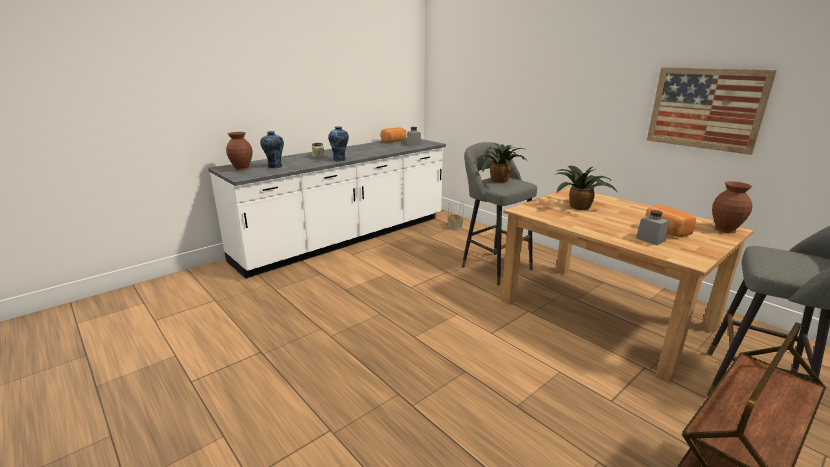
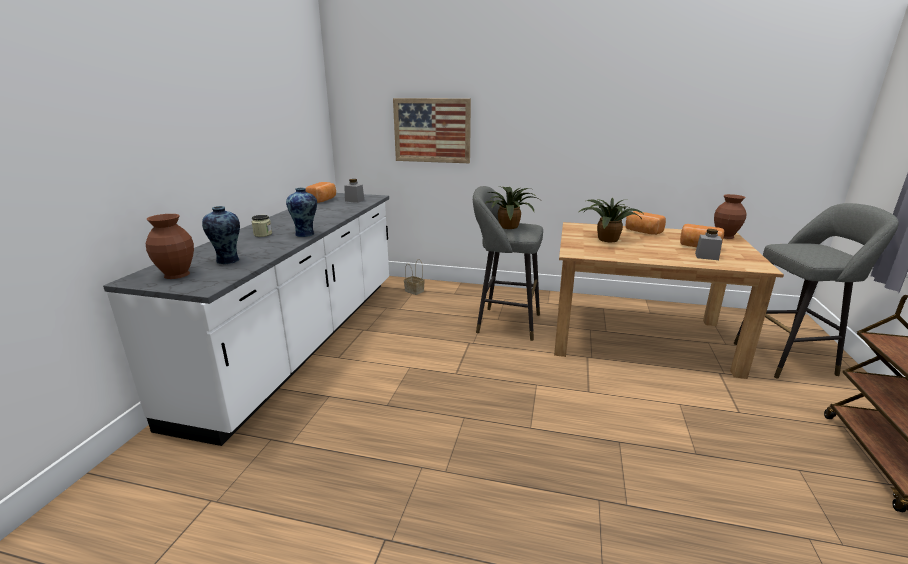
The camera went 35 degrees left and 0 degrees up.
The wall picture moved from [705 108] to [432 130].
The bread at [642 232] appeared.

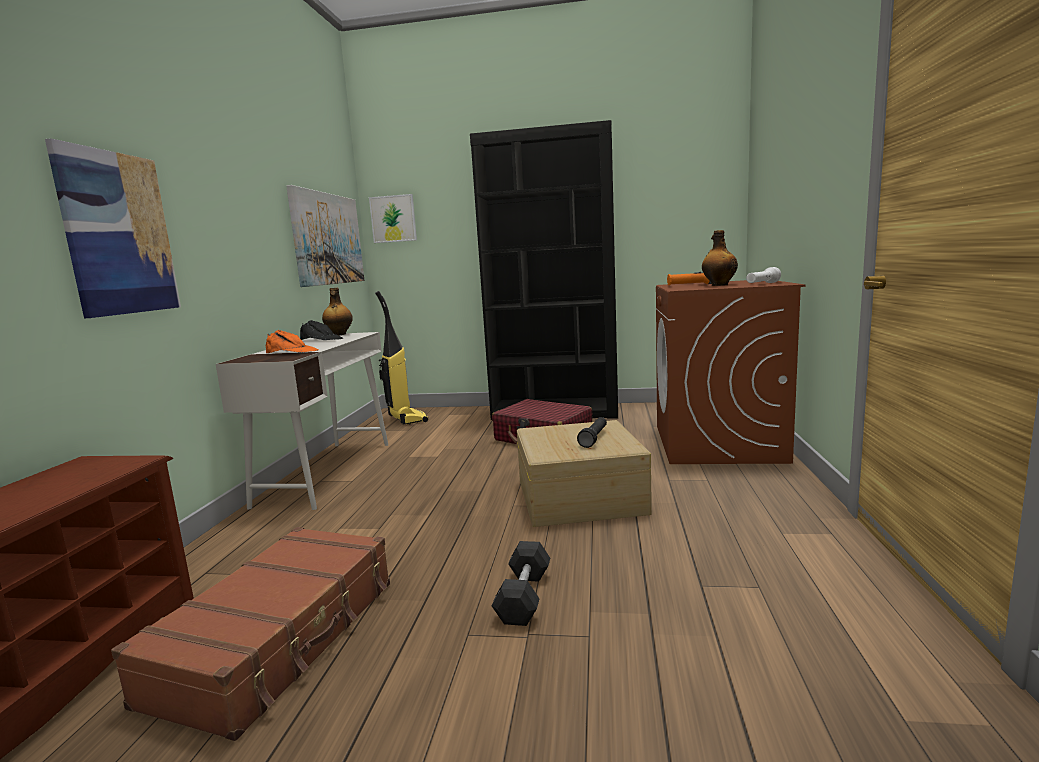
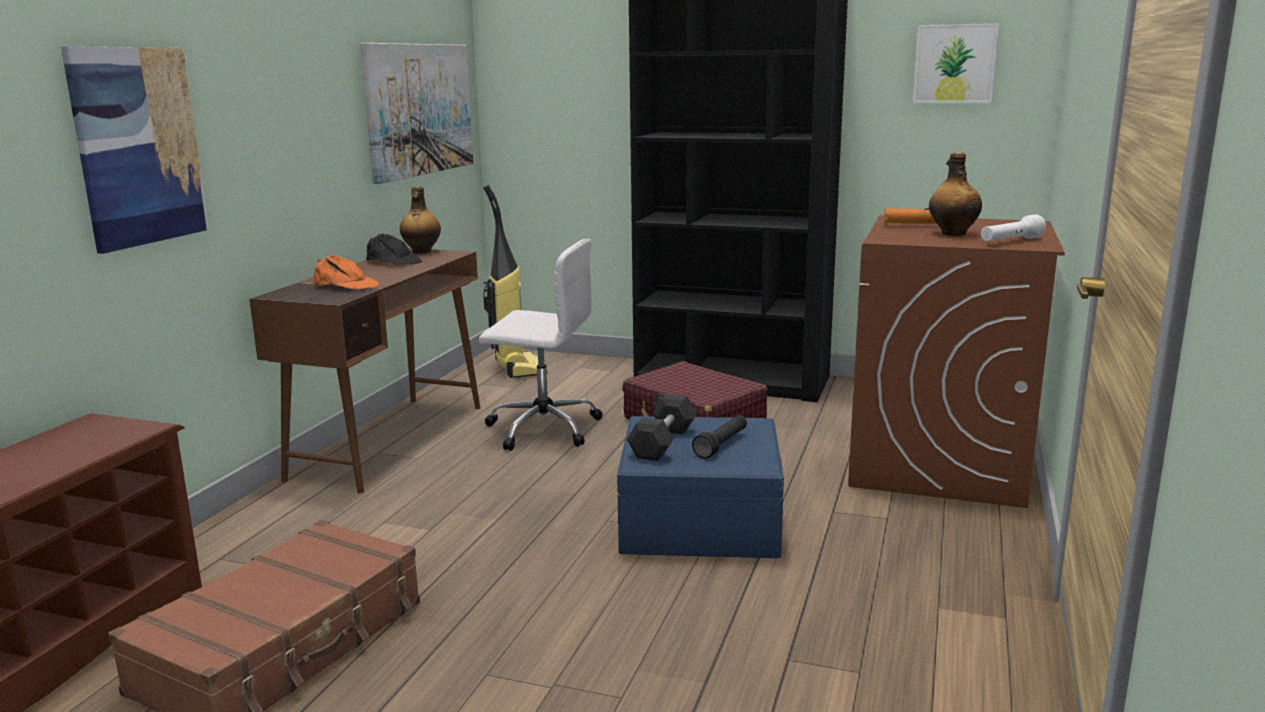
The camera went 10 degrees right and 5 degrees up.
The wall picture moved from [393 219] to [954 64].
The white desk unit at [327 472] became the brown-coloured desk unit at [390 440].
The beige storage box at [580 496] became the blue storage box at [700 518].
The blackish dumbbell moved from [524 597] to [663 443].
The white computer chair at [542 428] appeared.

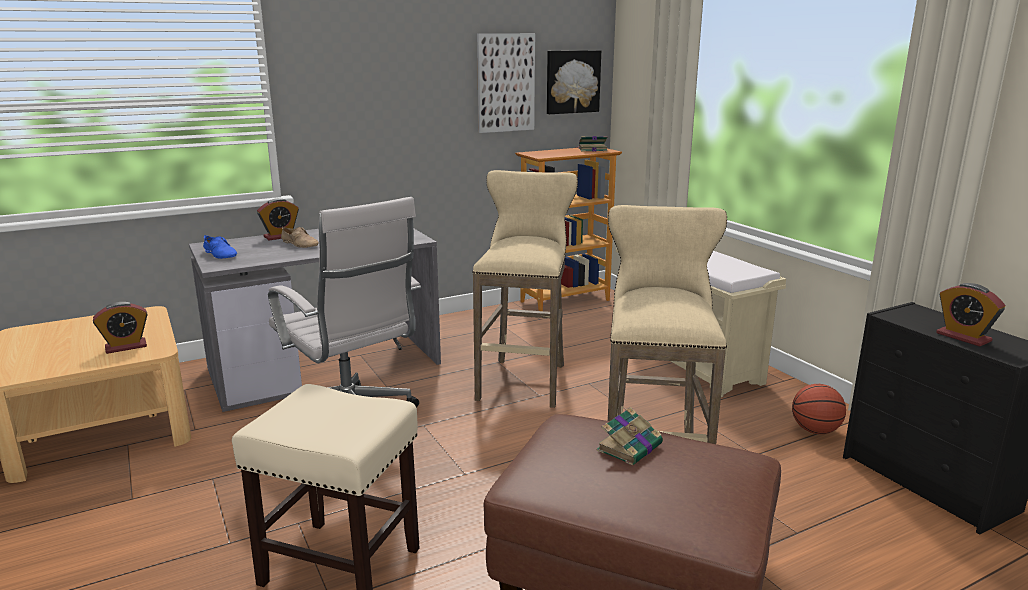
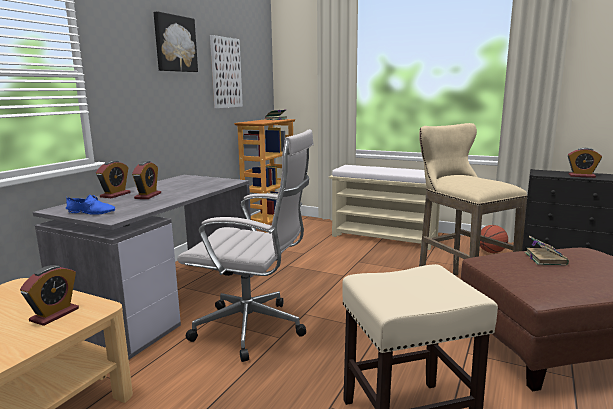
The camera went 35 degrees left and 5 degrees down.
The wall picture moved from [572 81] to [174 44].
The beige sitting stool at [524 379] disappeared.
The beige shoe at [300 244] was replaced by the bedside clock at [148 196].

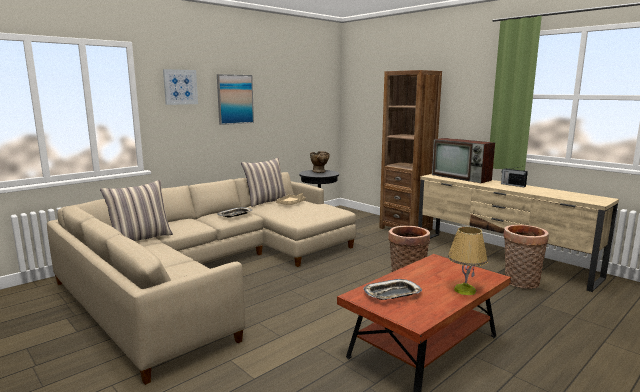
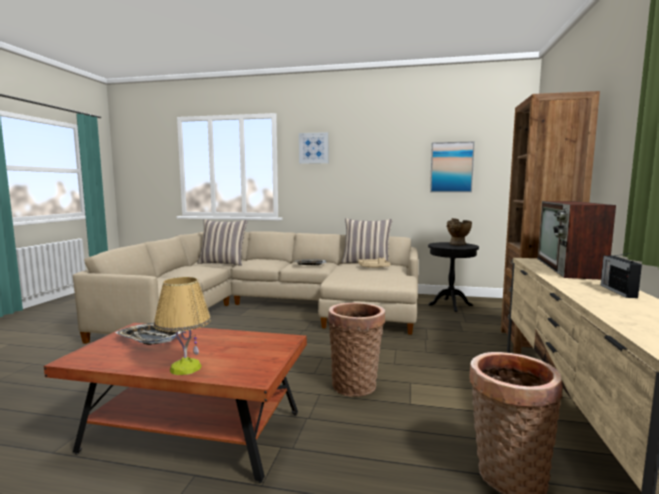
The camera went 55 degrees right and 5 degrees down.
The wall picture moved from [235 99] to [451 167].

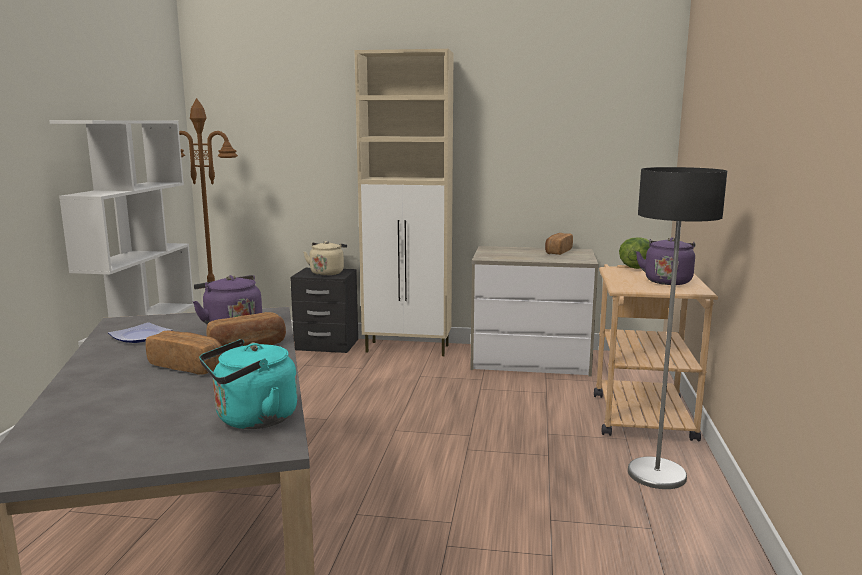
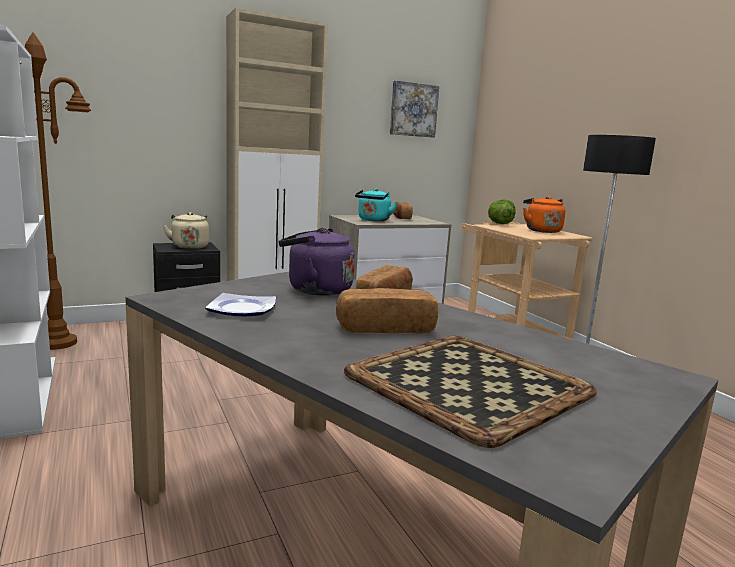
The camera went 35 degrees left and 0 degrees up.
The purple-coloured water kettle at [667 281] became the orange water kettle at [541 230].
The turquoise-coloured water kettle moved from [252 419] to [373 220].
The wall picture at [413 110] appeared.
The serving tray at [470 384] appeared.

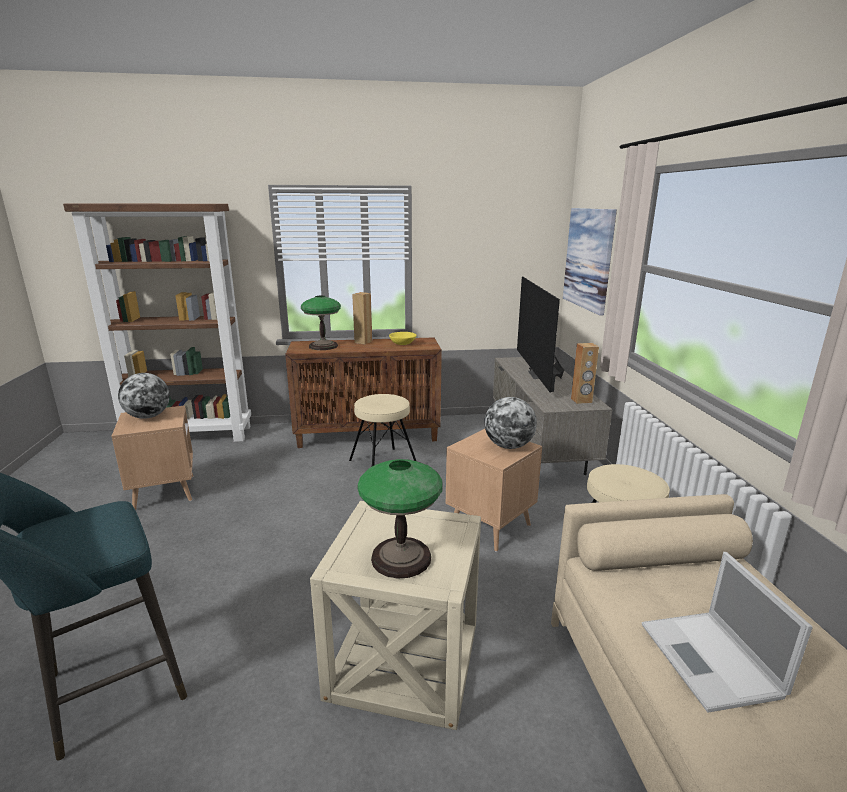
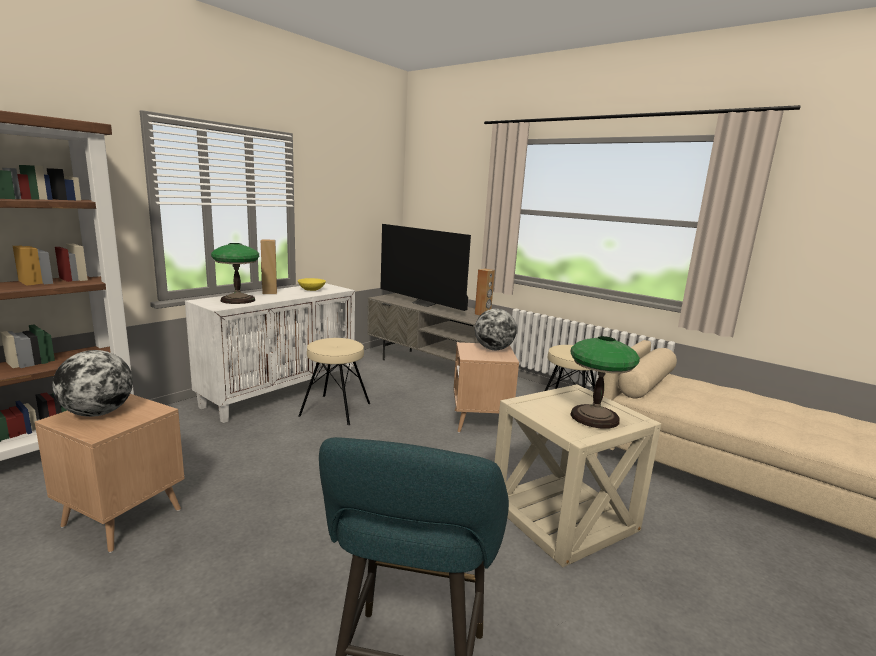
The camera went 45 degrees left and 5 degrees down.
The wall picture at [588 259] disappeared.
The brown-coloured storage cabinet at [368 435] became the white storage cabinet at [281 392].
The notebook computer at [711 661] disappeared.

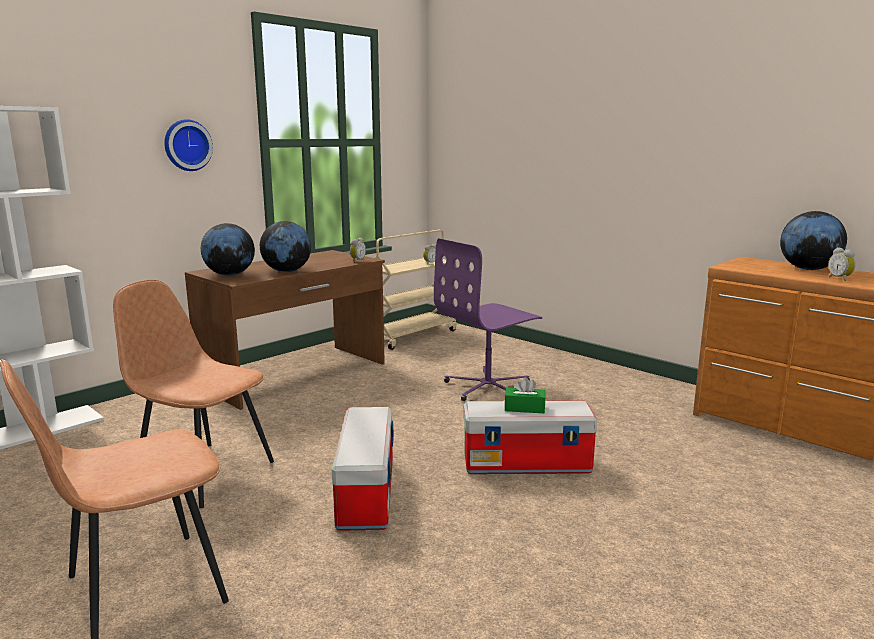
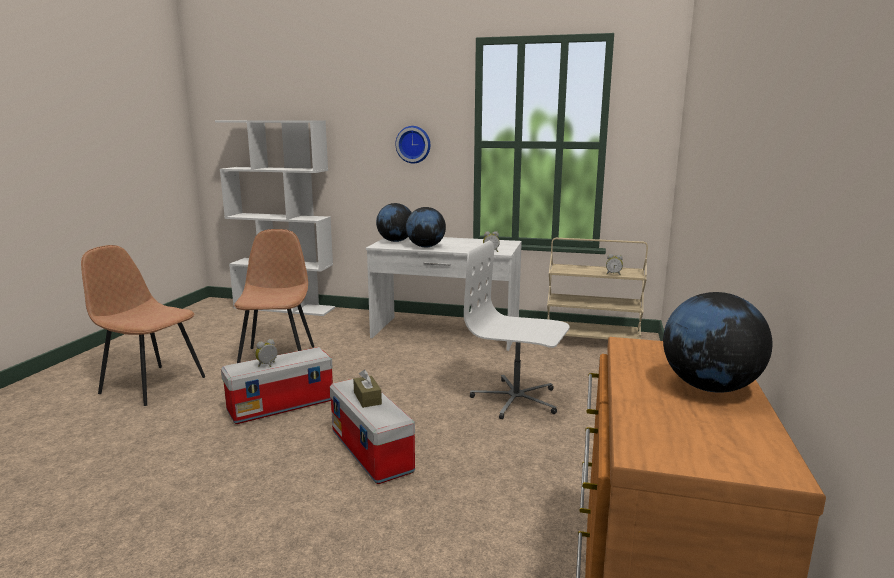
The camera went 60 degrees right and 0 degrees up.
The purple-coloured computer chair at [488 387] became the white computer chair at [516 400].
The bedside clock moved from [840 279] to [268 365].
The brown-coloured desk unit at [295 375] became the white desk unit at [445 333].
The greenish box of tissues at [524 408] became the brown-coloured box of tissues at [367 398].

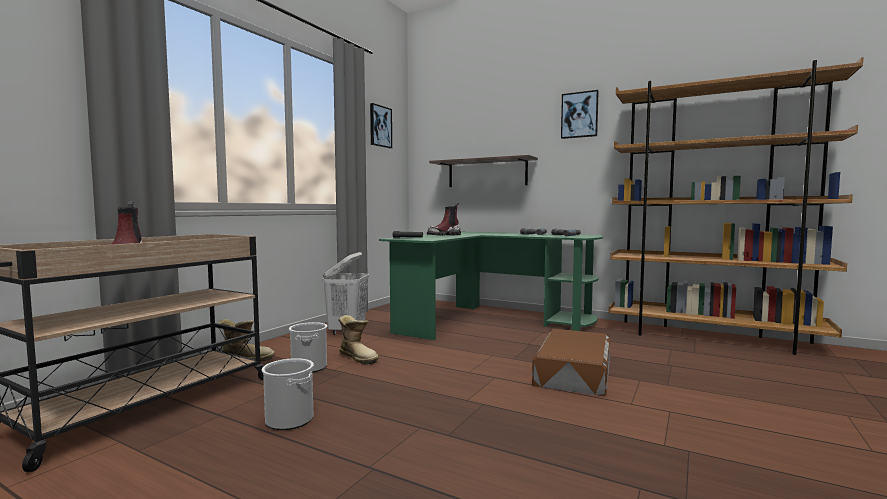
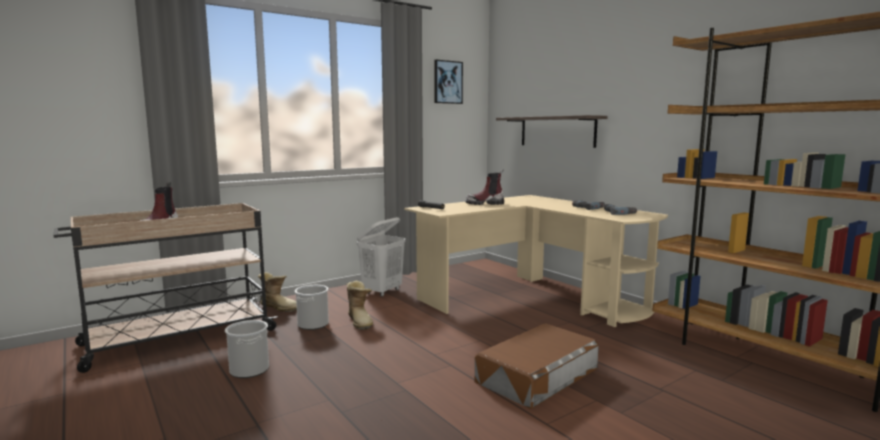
The camera went 25 degrees right and 5 degrees up.
The wall picture at [579 115] disappeared.
The greenish desk unit at [490 320] became the beige desk unit at [532 297].

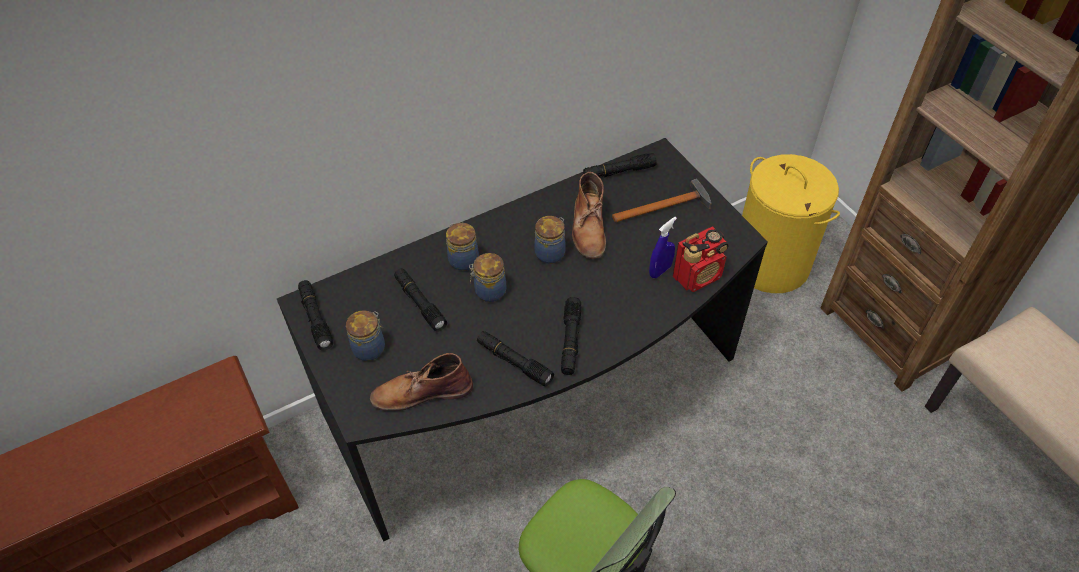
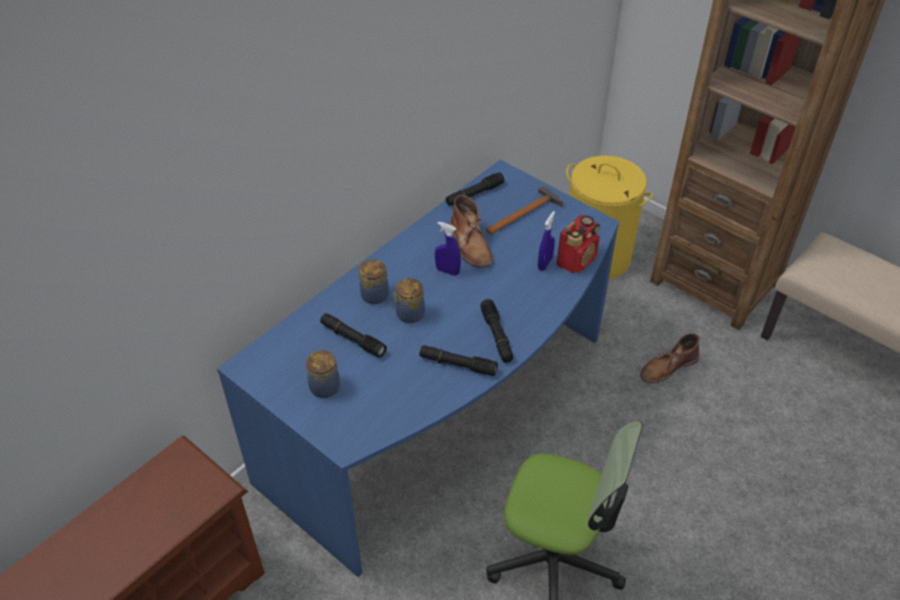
The camera went 20 degrees left and 5 degrees down.
The blackish desk unit at [537 394] became the blue desk unit at [444 413].
The jar at [551 253] was replaced by the blue spray bottle at [447 271].
The blackish hand torch at [316 318] disappeared.
The brown-coloured boot moved from [421 392] to [668 367].

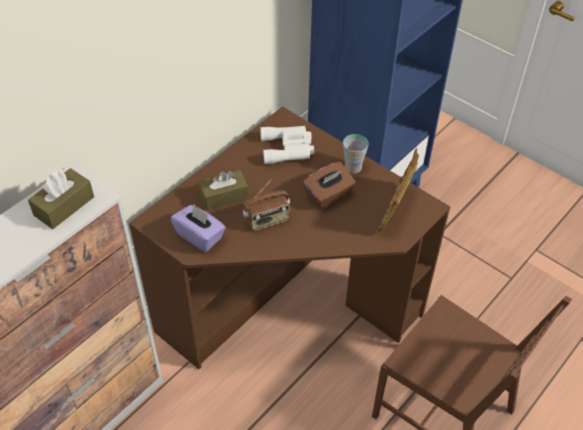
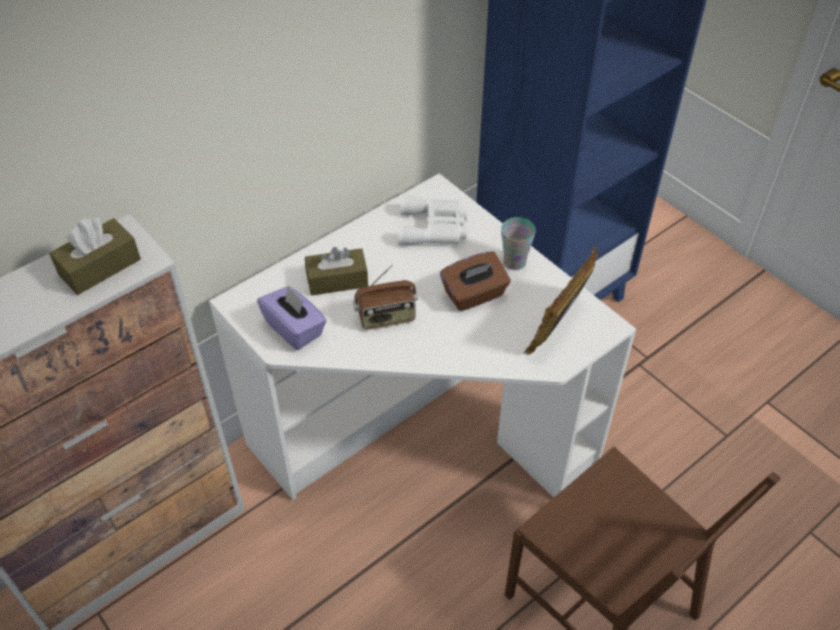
The camera went 10 degrees right and 0 degrees up.
The brown-coloured desk unit at [287 306] became the white desk unit at [420 434].

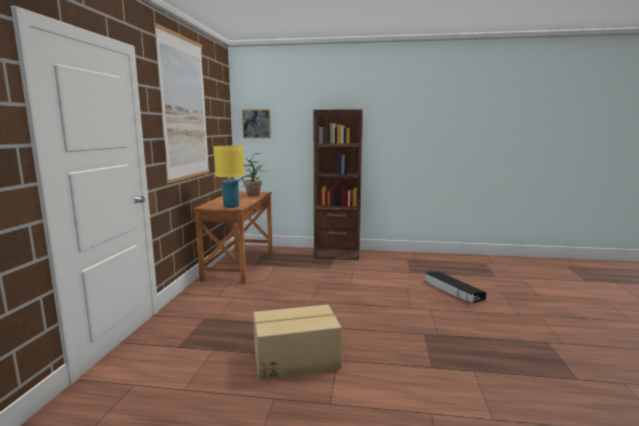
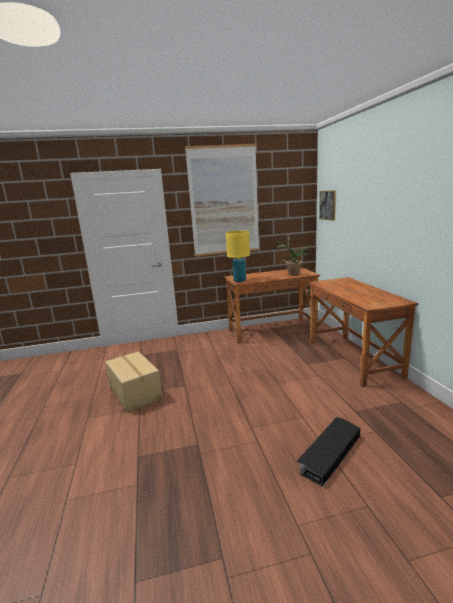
The camera went 70 degrees right and 5 degrees up.
The brown-coloured shelving unit at [337 254] was replaced by the brown-coloured desk unit at [353 358].

